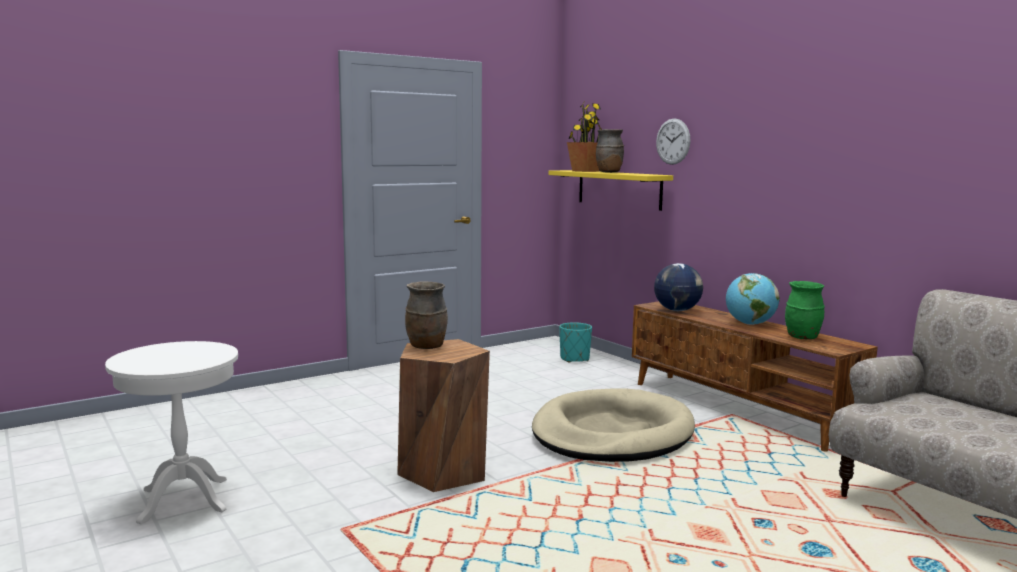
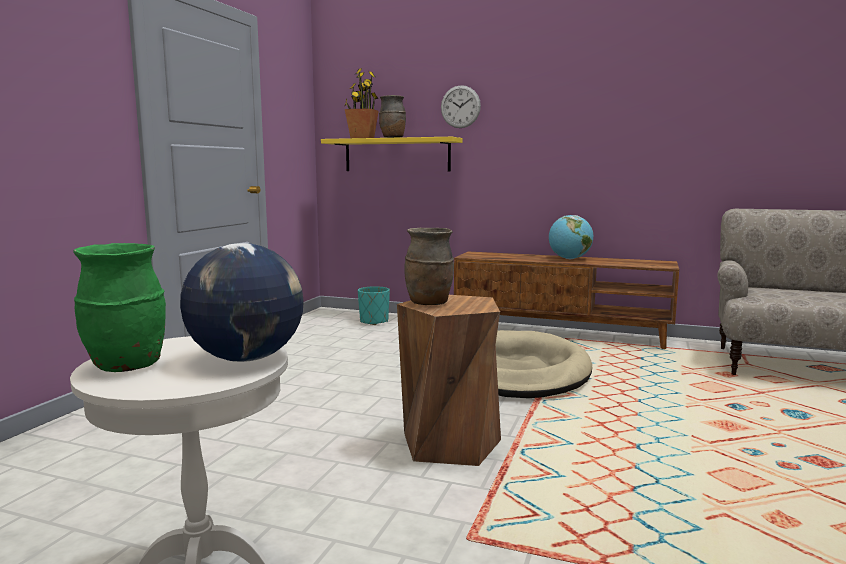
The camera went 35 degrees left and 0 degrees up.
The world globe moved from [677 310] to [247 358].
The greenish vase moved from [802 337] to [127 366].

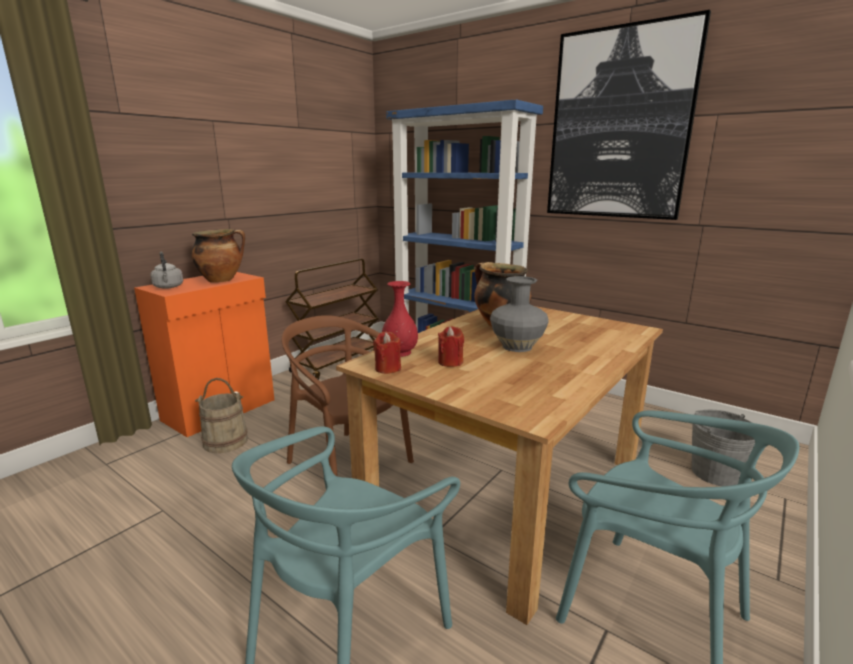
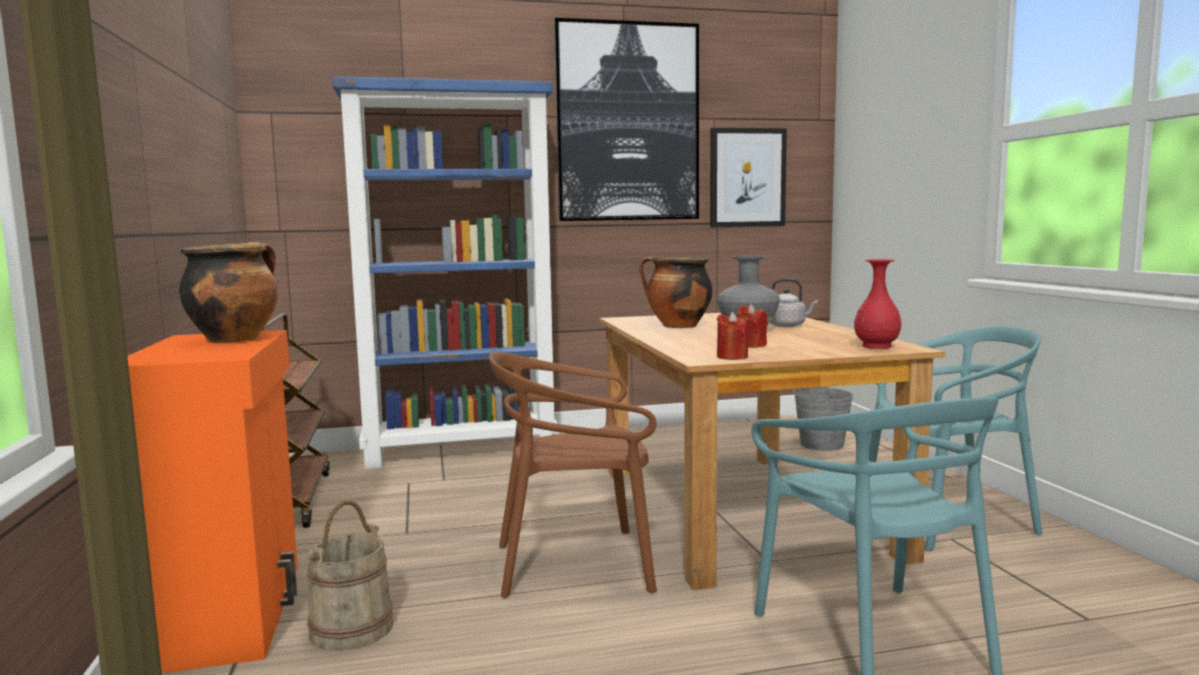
The camera went 50 degrees left and 10 degrees down.
The grey water kettle moved from [168 287] to [788 325].
The red vase moved from [400 352] to [877 346].
The wall picture at [747 178] appeared.

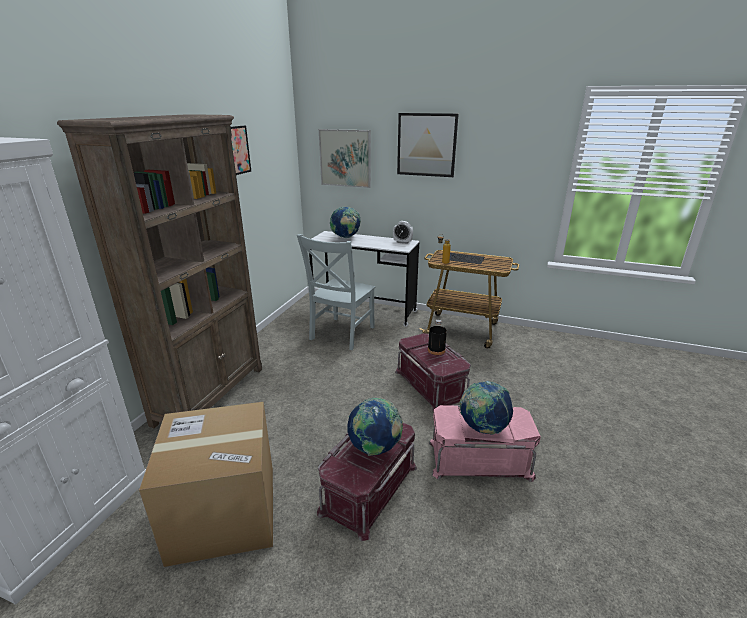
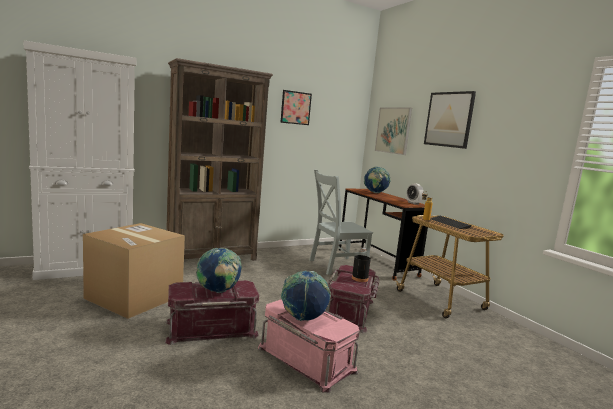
The camera went 40 degrees right and 15 degrees down.
The white desk unit at [364 311] became the brown-coloured desk unit at [376 262].

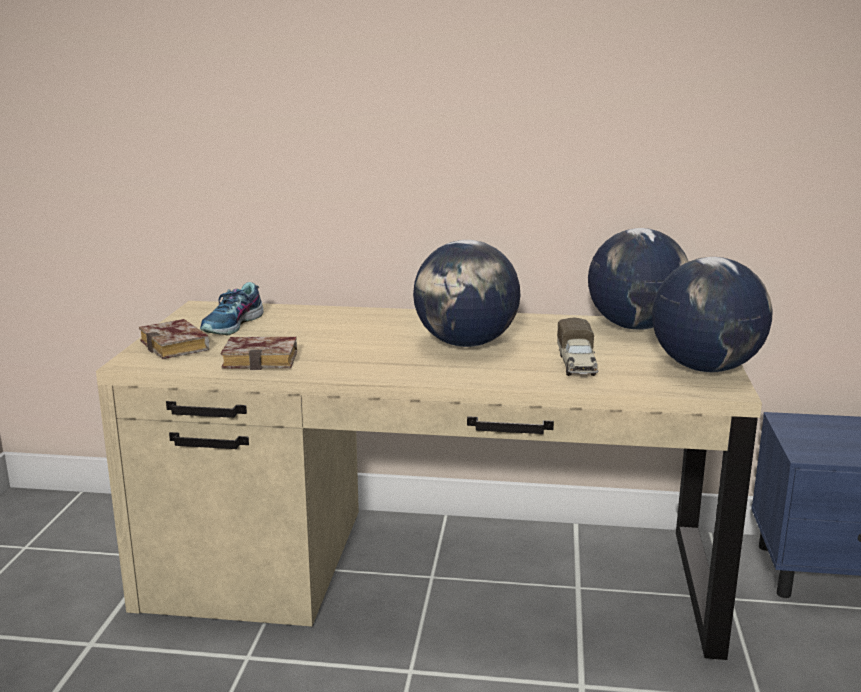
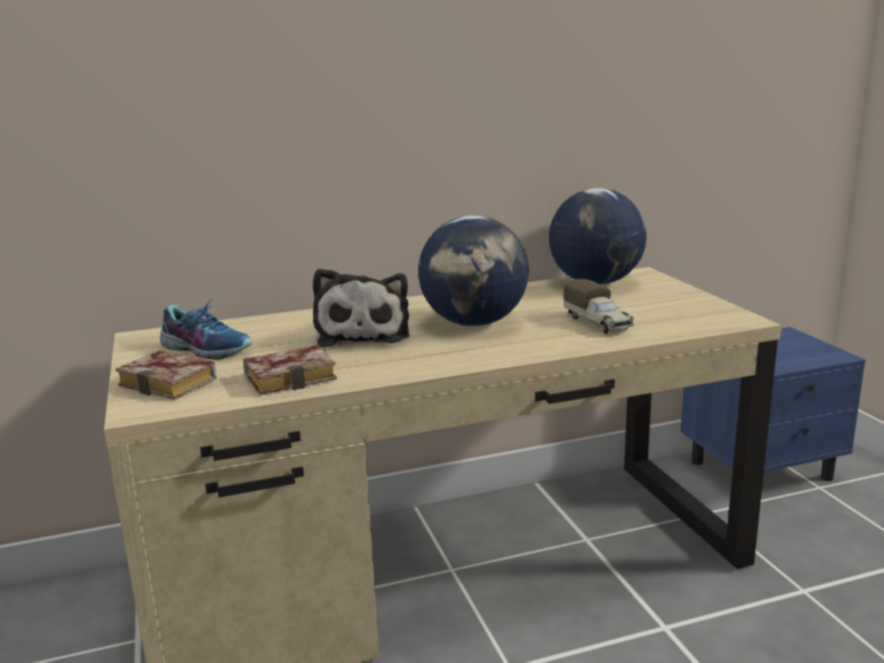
The camera went 25 degrees left and 0 degrees up.
The world globe at [706 368] disappeared.
The shoe at [233 325] turned 60 degrees counterclockwise.
The soft toy at [363 333] appeared.

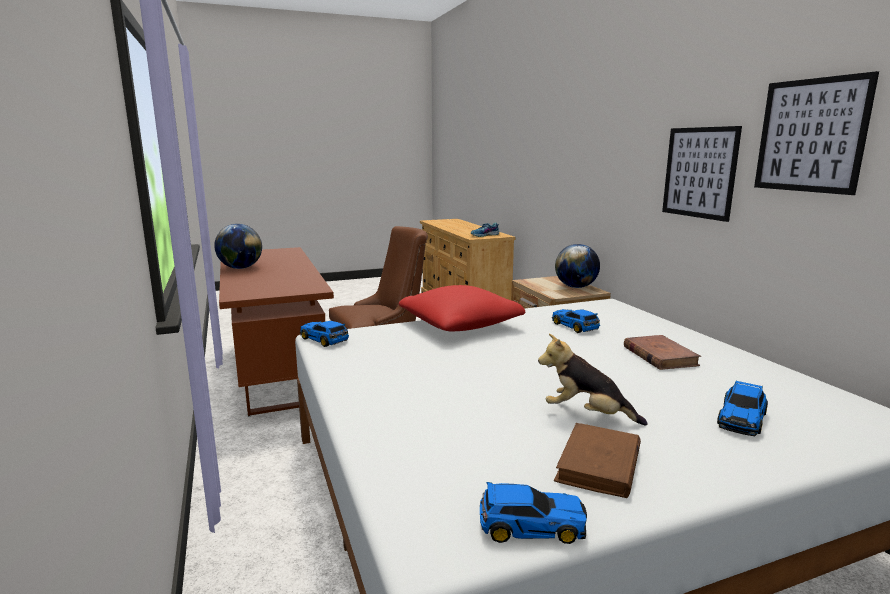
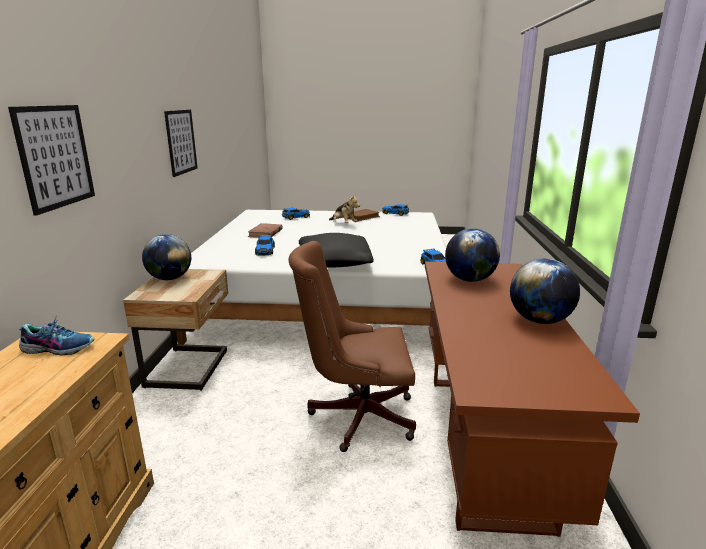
The camera went 155 degrees left and 5 degrees up.
The wall picture moved from [810 135] to [55 157].
The red throw pillow at [460 324] became the blackish throw pillow at [333 263].
The world globe at [469 280] appeared.

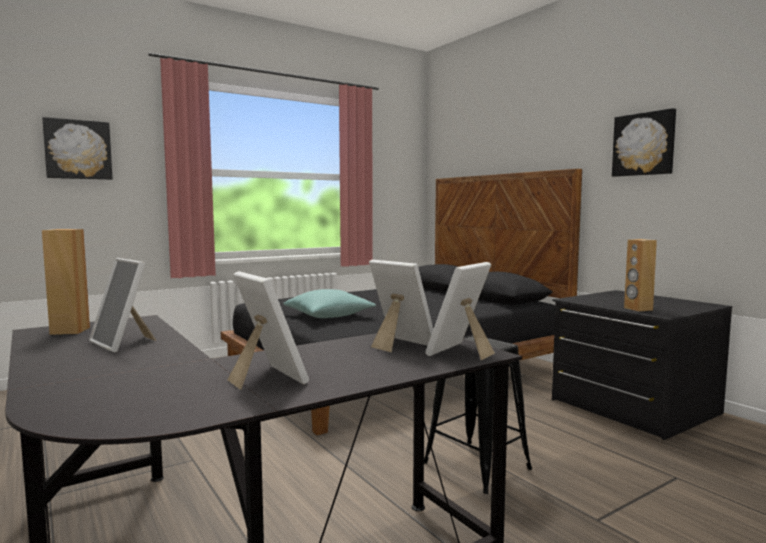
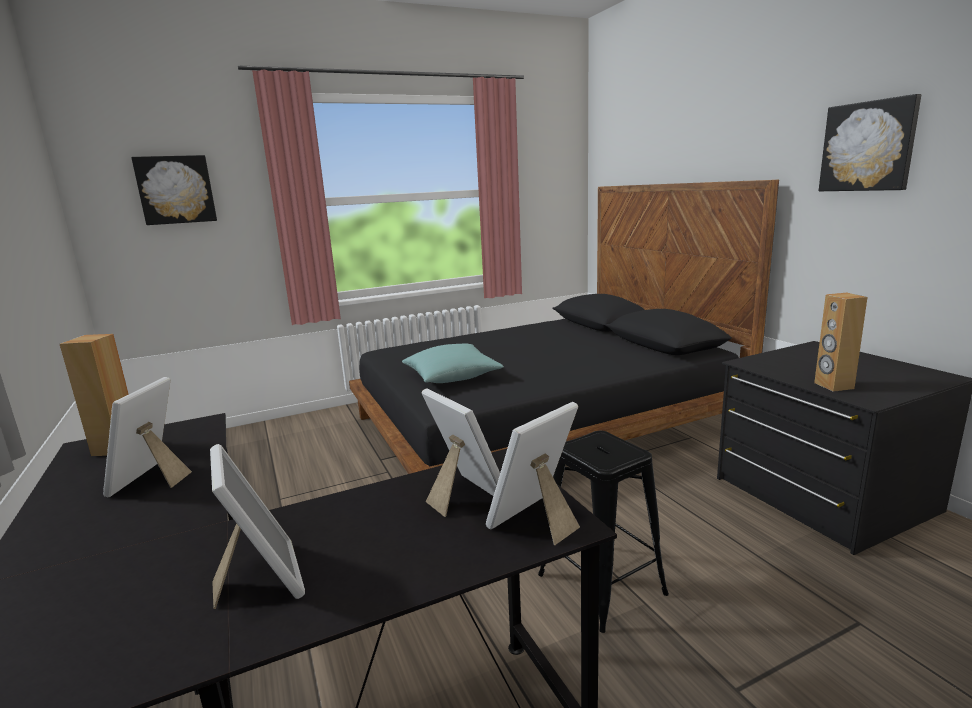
The camera went 10 degrees right and 10 degrees up.
The photo frame at [124 343] turned 45 degrees clockwise.

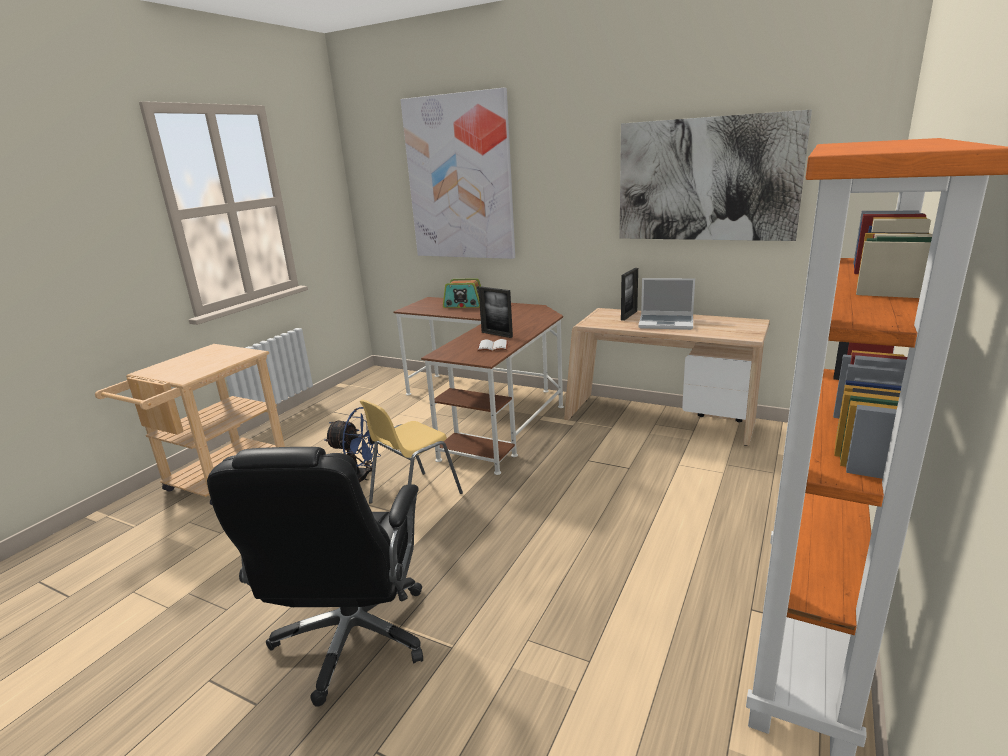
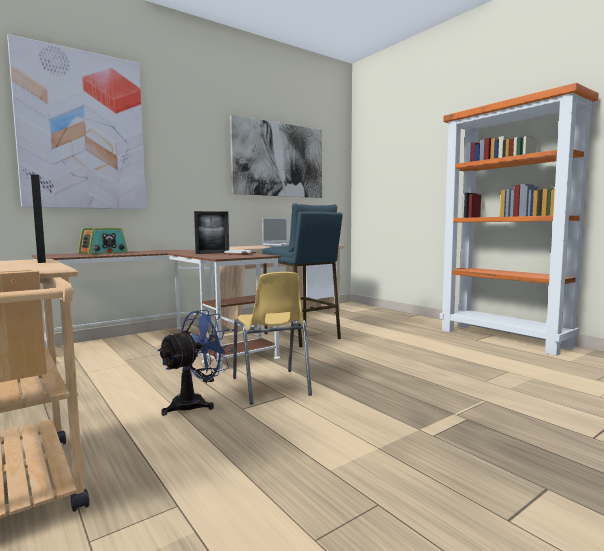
The camera went 65 degrees left and 15 degrees down.
The photo frame moved from [629 315] to [41 260].
The blackish computer chair at [352 639] disappeared.
The blue sitting stool at [302 336] appeared.

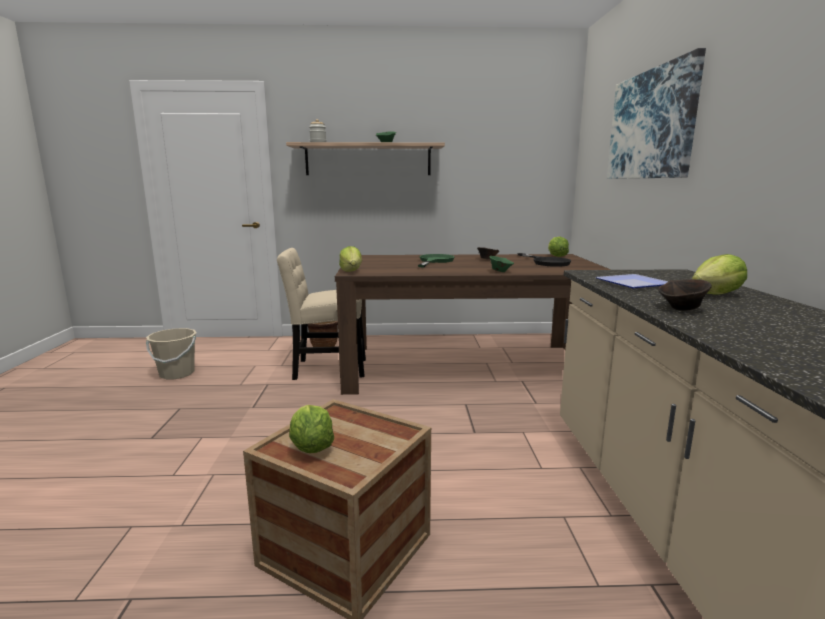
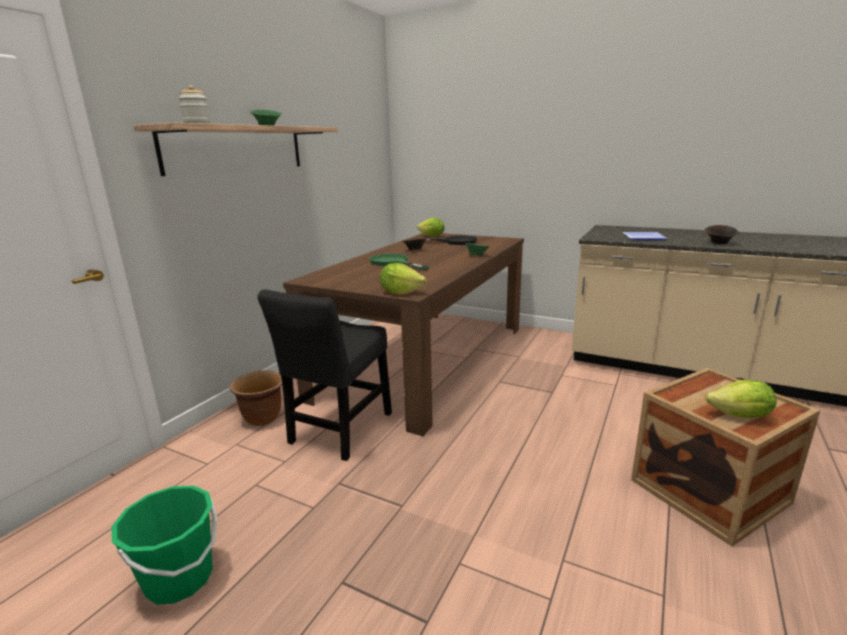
The camera went 60 degrees left and 5 degrees up.
The wall picture at [651 125] disappeared.
The beige plain chair at [326 369] became the blackish plain chair at [339 431].
The head of lettuce at [716 294] disappeared.
The beige water bucket at [176 373] became the greenish water bucket at [179 578].

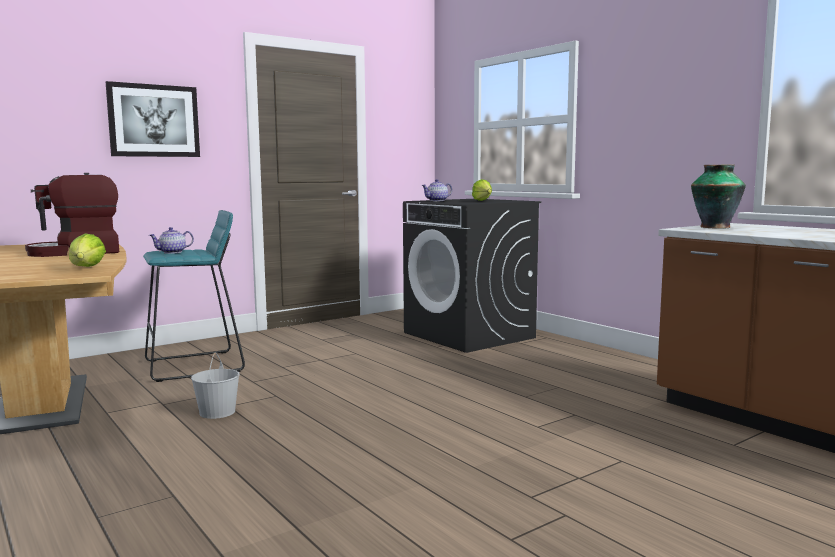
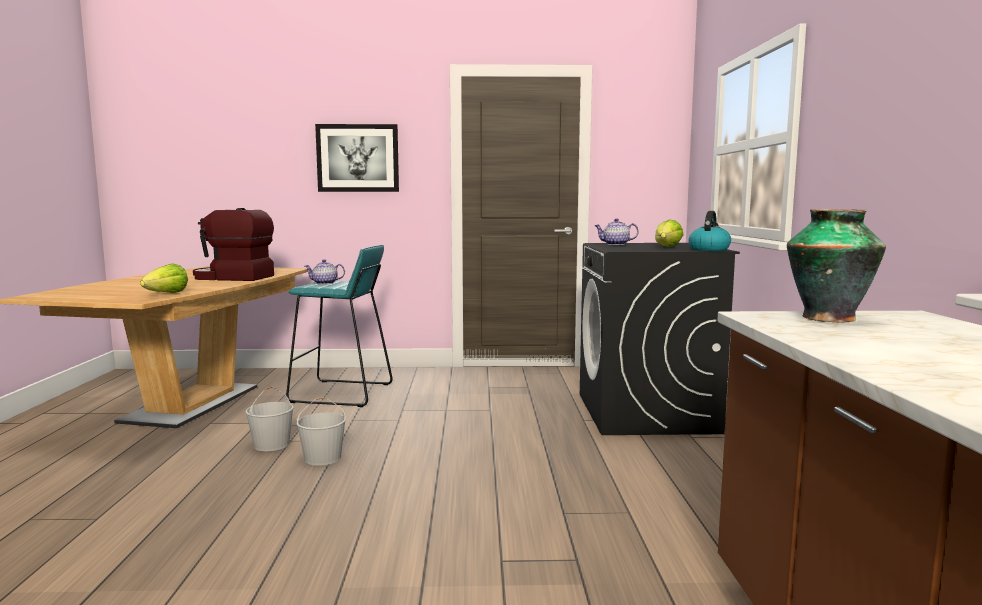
The camera went 35 degrees right and 0 degrees up.
The water kettle at [709 249] appeared.
The white water bucket at [323 458] appeared.

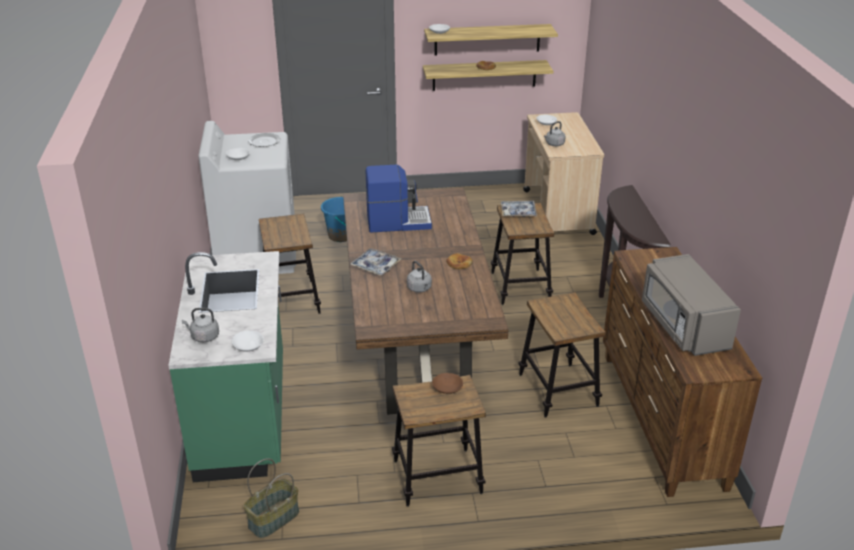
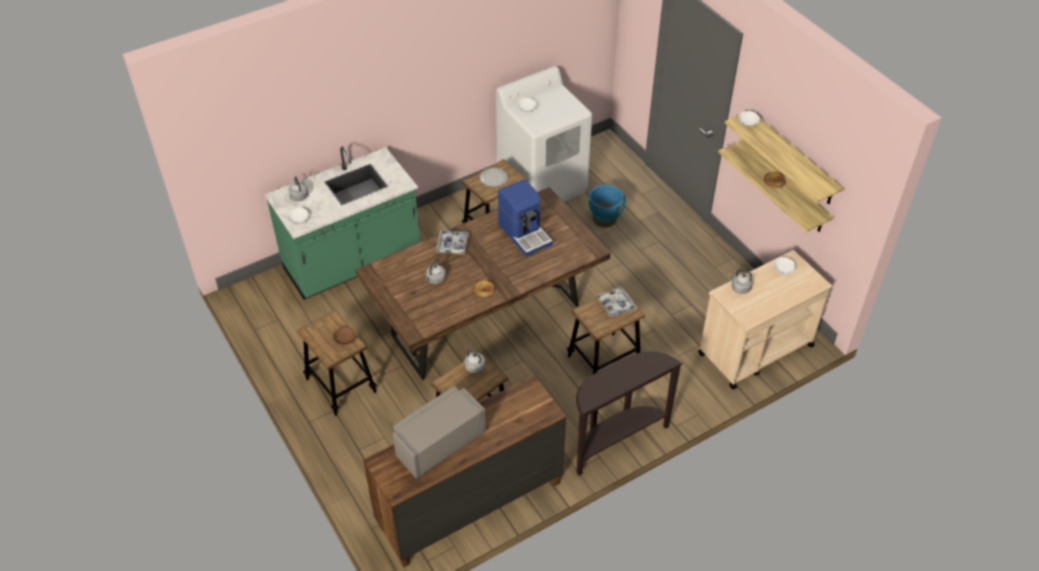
The camera went 65 degrees right and 15 degrees up.
The dinner plate moved from [265 141] to [493 178].
The household basket at [274 520] disappeared.
The grey water kettle at [476 367] appeared.

